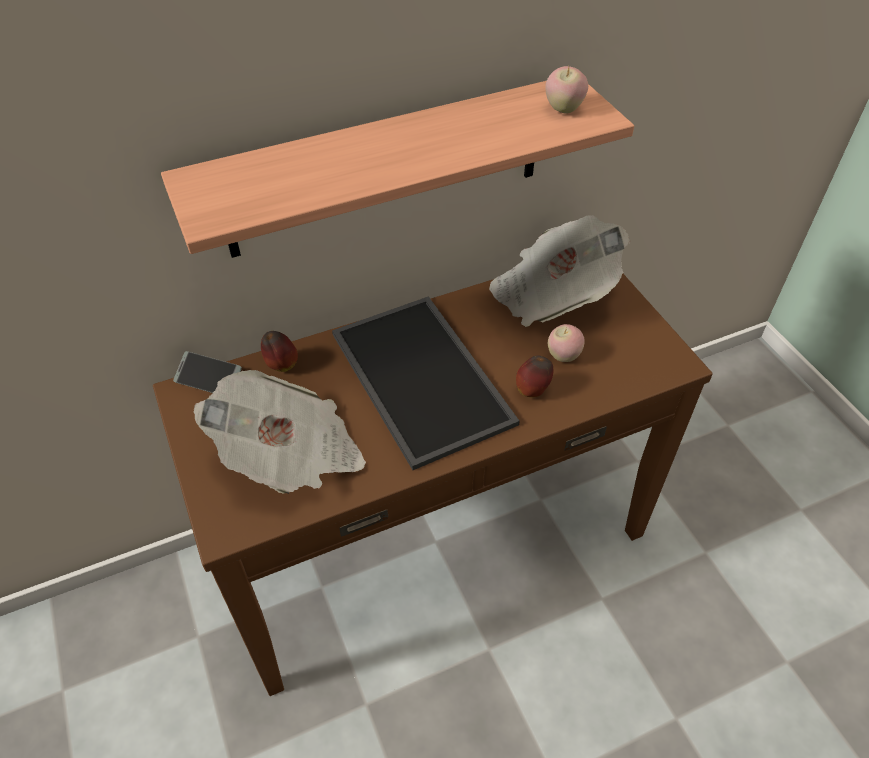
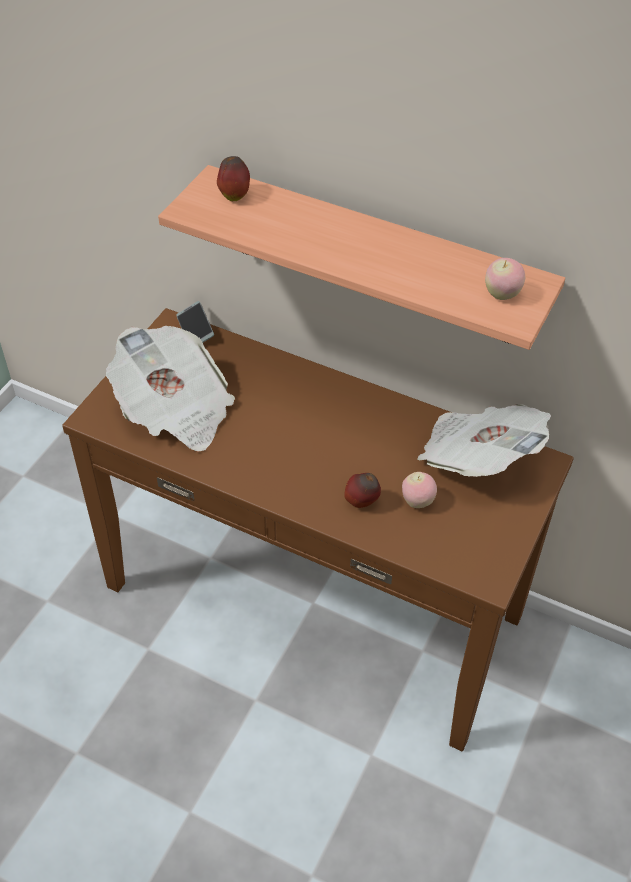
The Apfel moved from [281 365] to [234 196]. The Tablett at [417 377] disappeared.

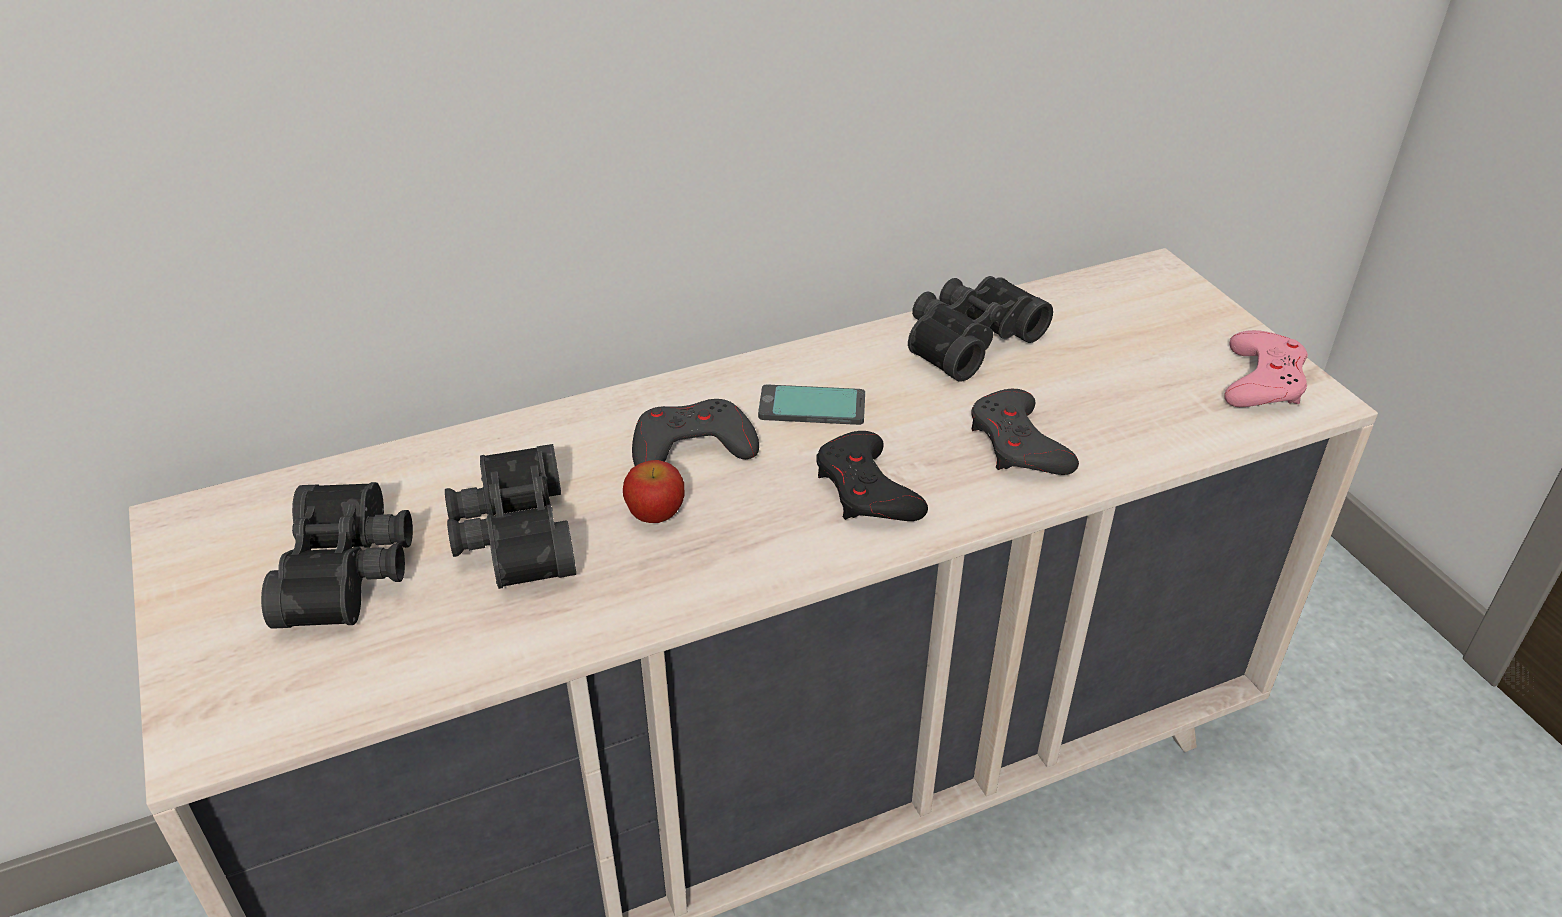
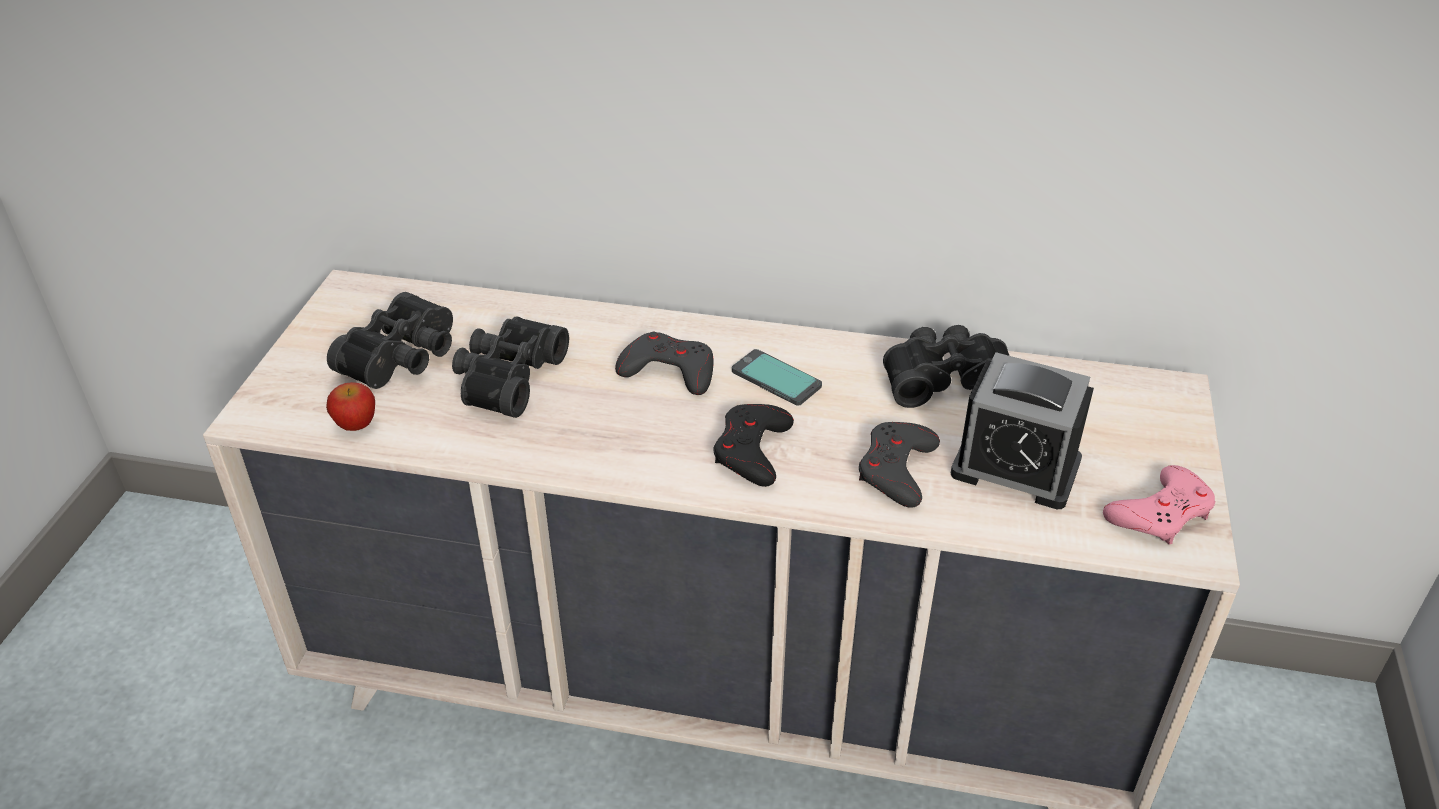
The Apfel moved from [656 514] to [356 424]. The Wecker at [1015 468] appeared.

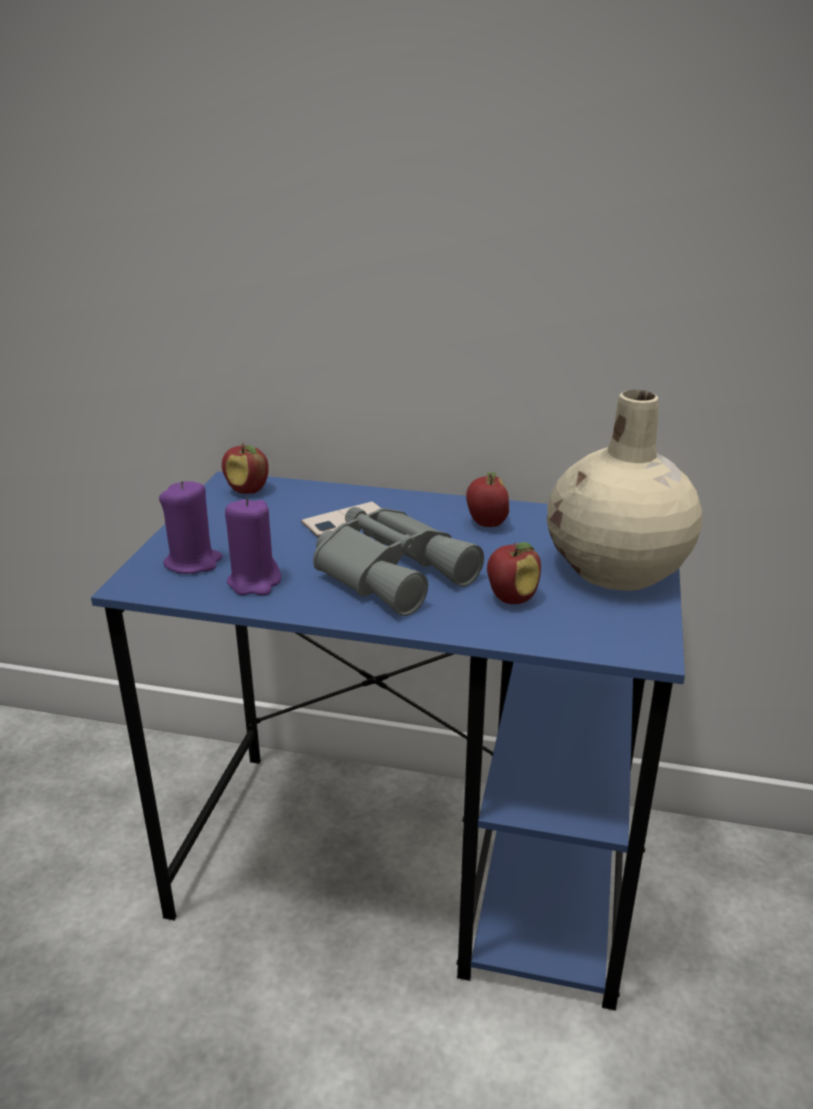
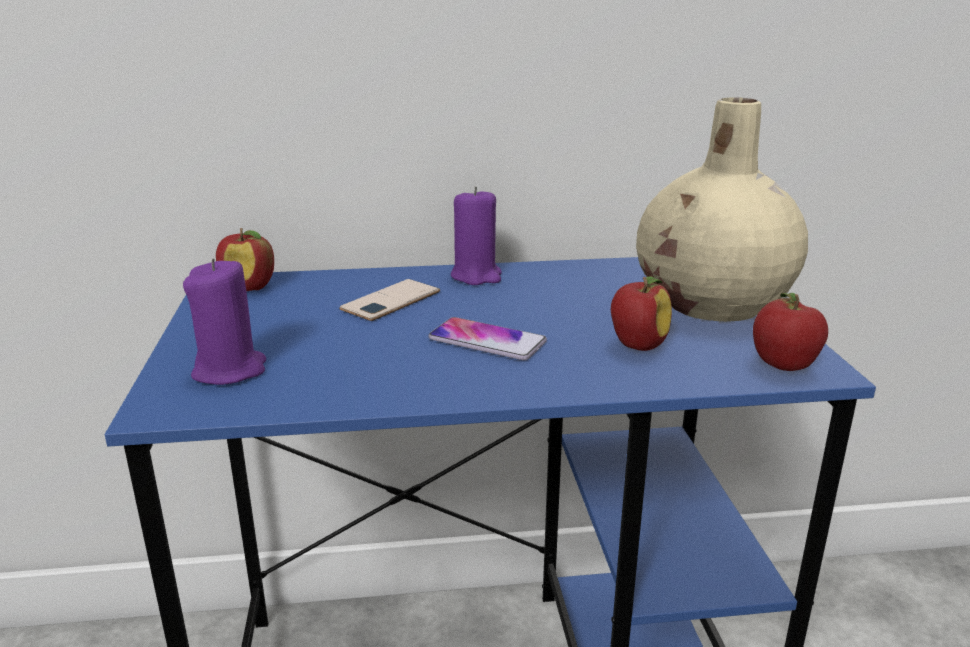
The Fernglas/grau at [394 571] was replaced by the Handy at [487 340]. The Kerze/lila moved from [254 582] to [476 276]. The Apfel moved from [486 524] to [782 367].

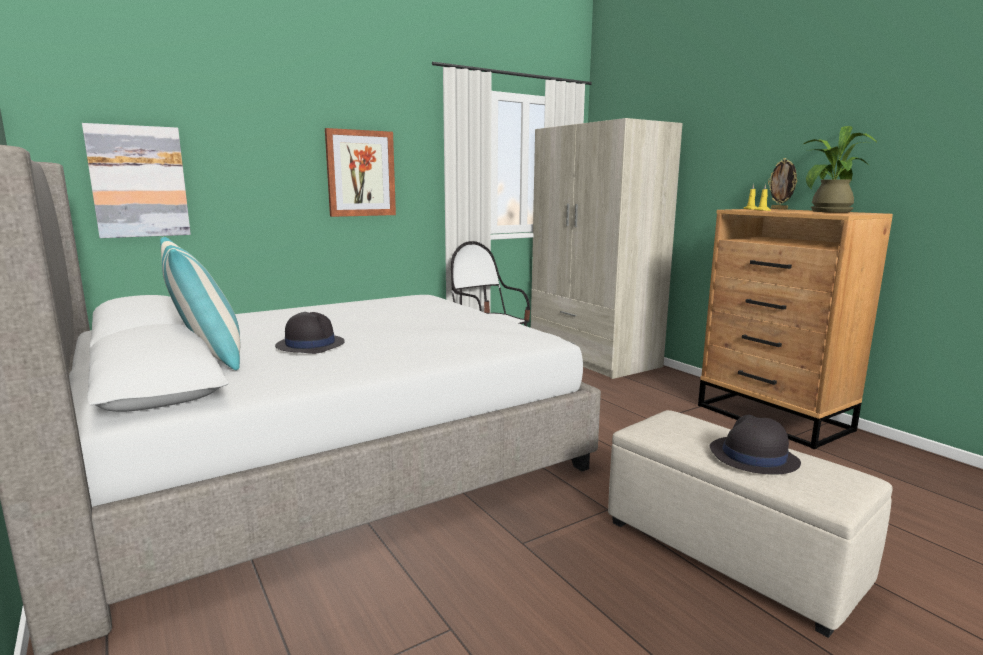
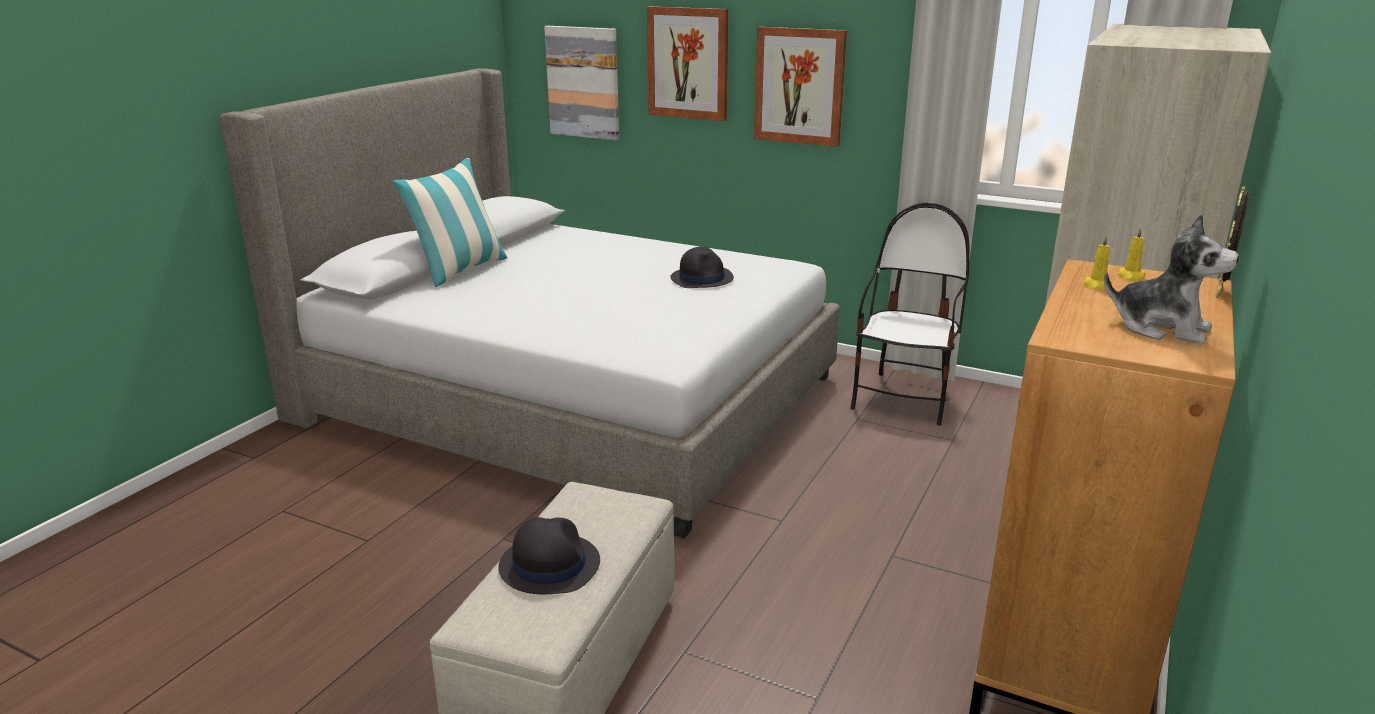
The Bild at [688 63] appeared. The Hut/schwarz moved from [310 344] to [702 278]. The Topfpflanze at [828 211] was replaced by the Plüschtier at [1161 328].

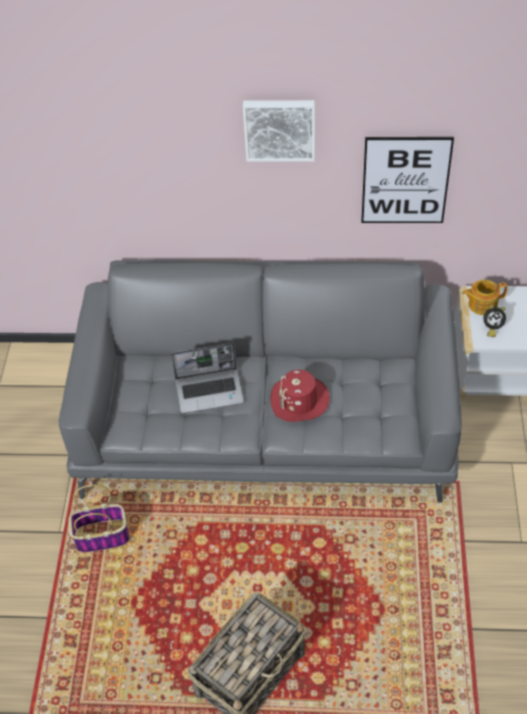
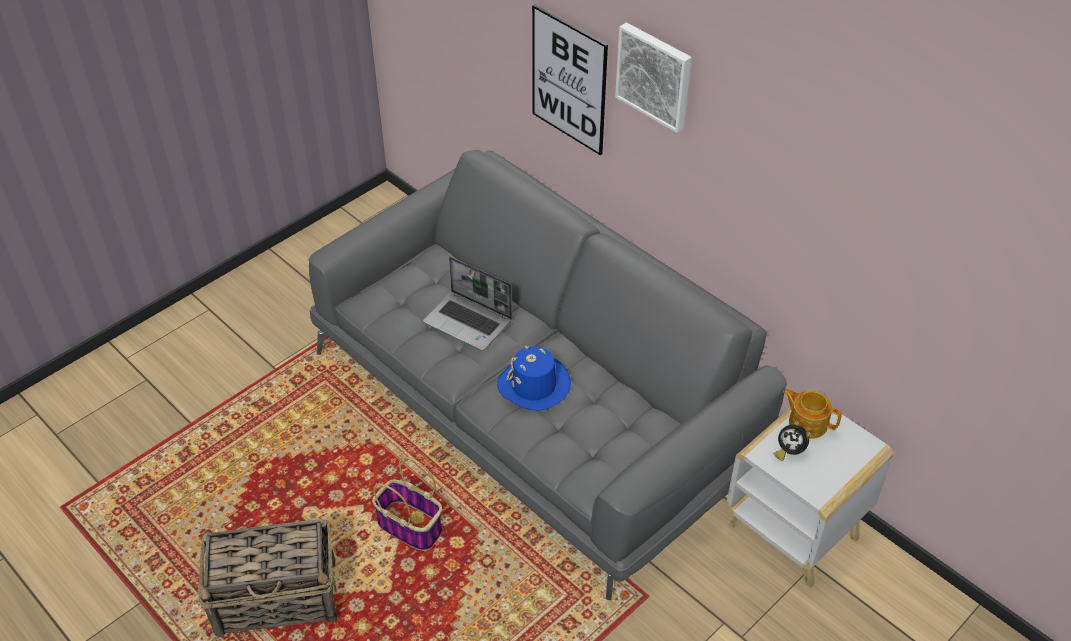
The Korb moved from [103 536] to [411 527]. The Hut/rot at [299 400] became the Hut/blau at [534 385]. The Bild moved from [405 180] to [569 80].

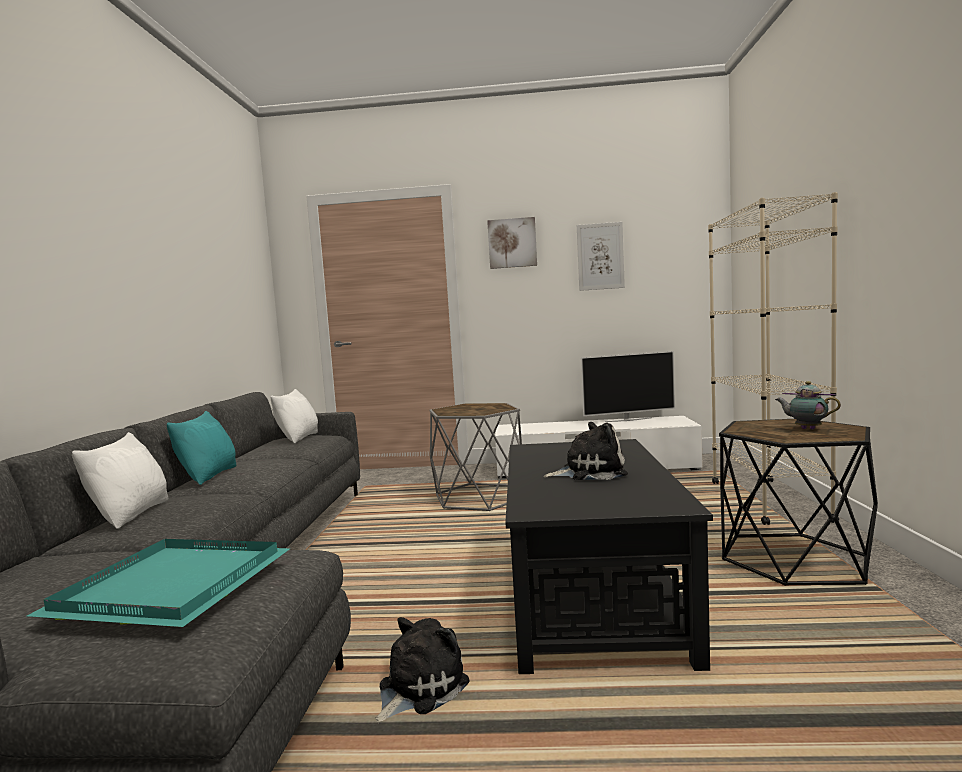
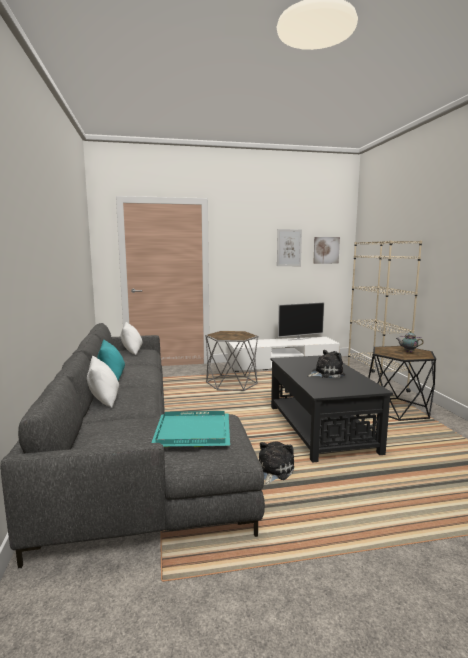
The Bild moved from [512 243] to [326 250].

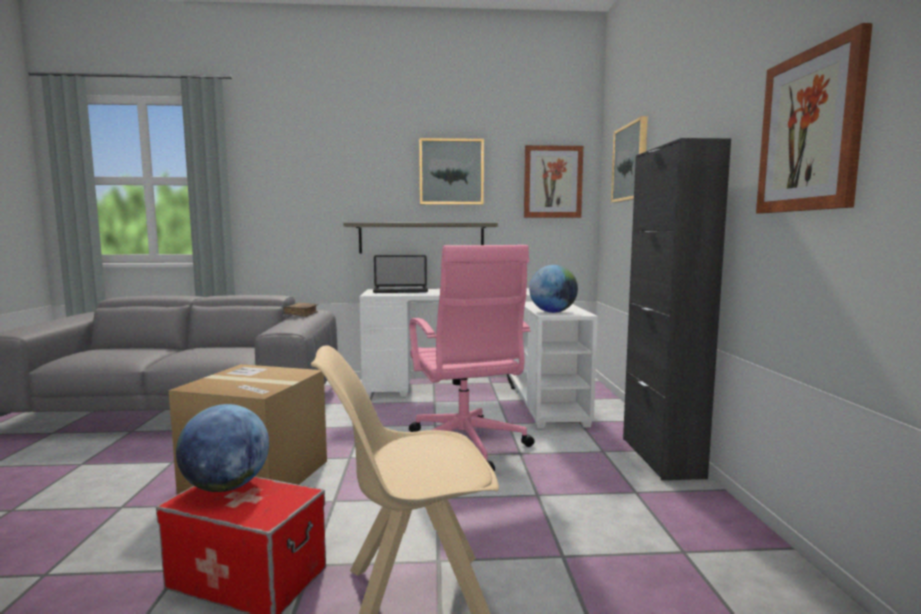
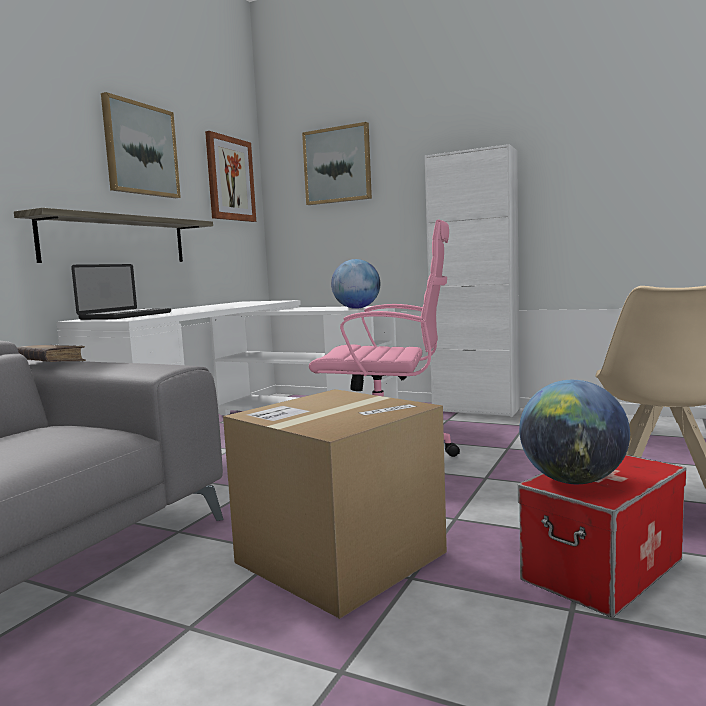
The Schrank/schwarz at [661 457] became the Schrank/weiß at [475 410]. The Bild at [810 131] disappeared.

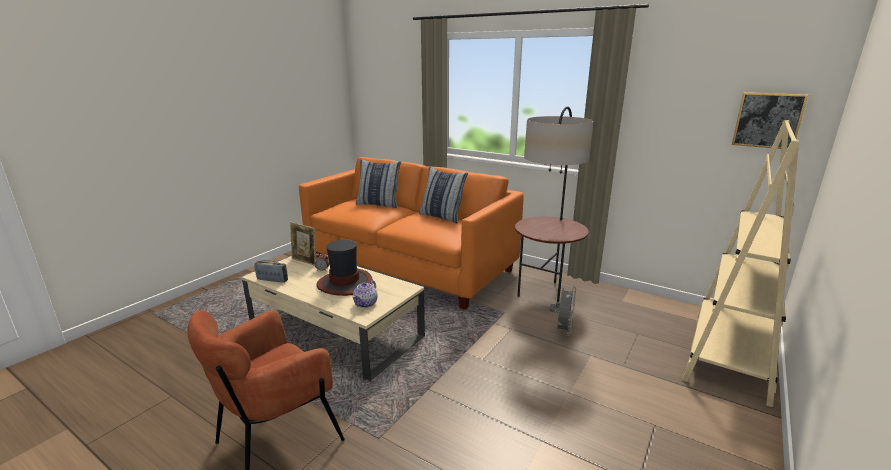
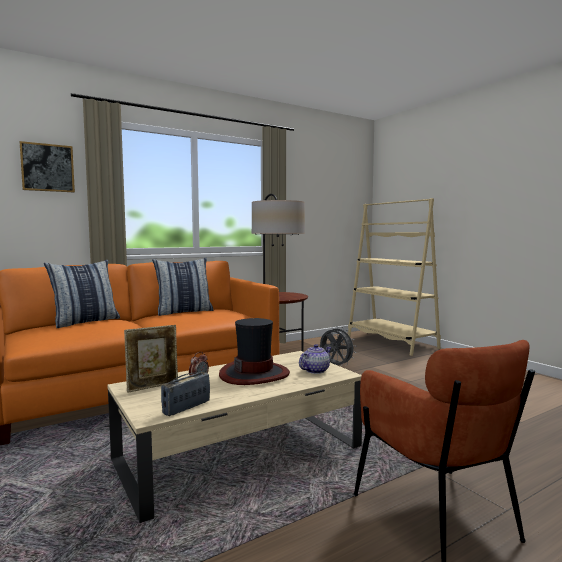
The Bild moved from [768 120] to [47 167]. The Teekanne at [366 303] turned 90 degrees counterclockwise.

